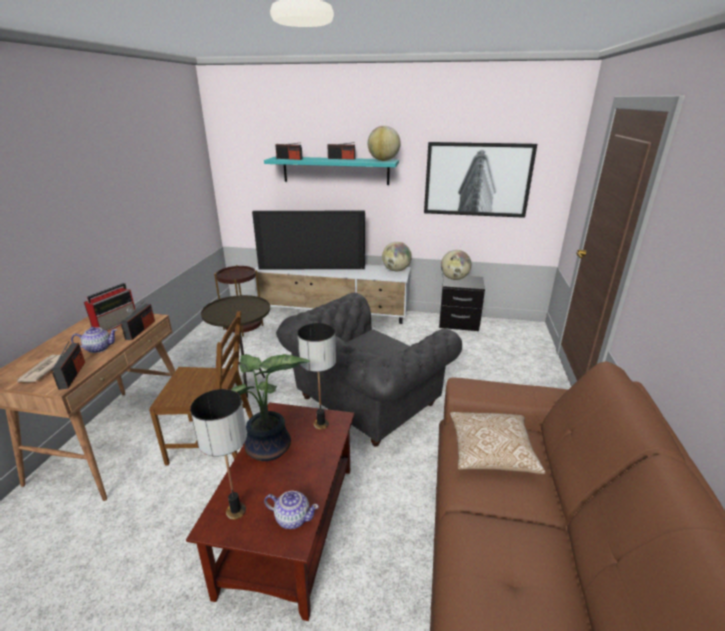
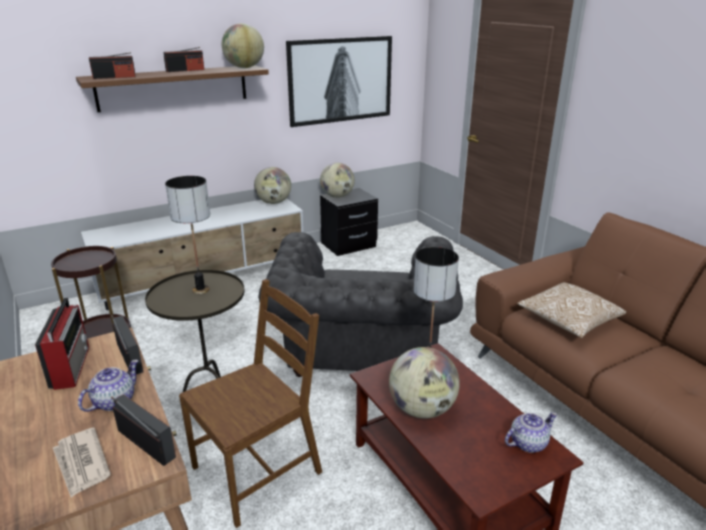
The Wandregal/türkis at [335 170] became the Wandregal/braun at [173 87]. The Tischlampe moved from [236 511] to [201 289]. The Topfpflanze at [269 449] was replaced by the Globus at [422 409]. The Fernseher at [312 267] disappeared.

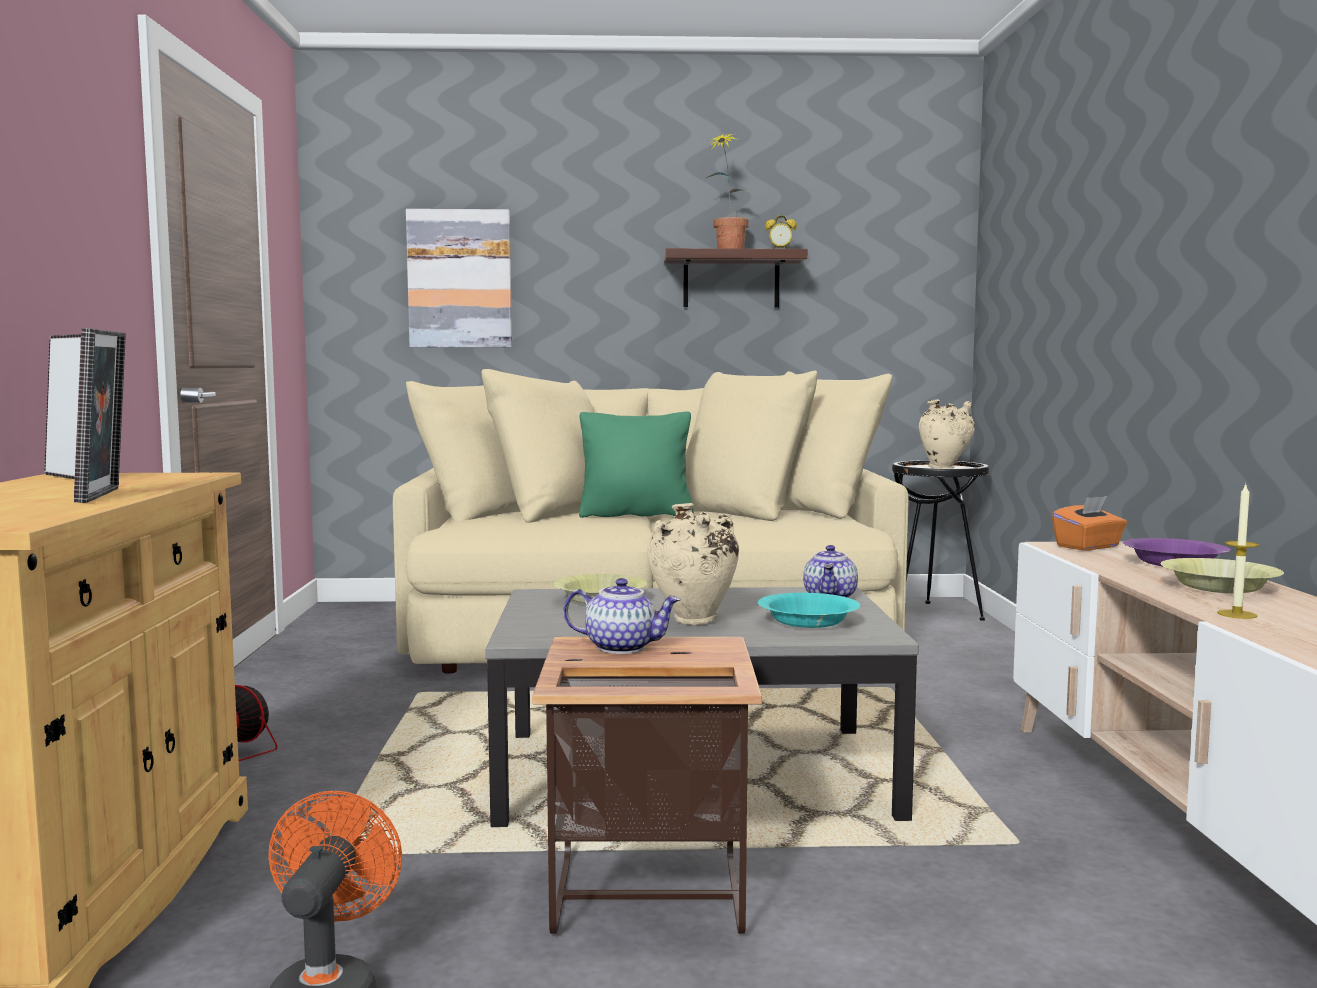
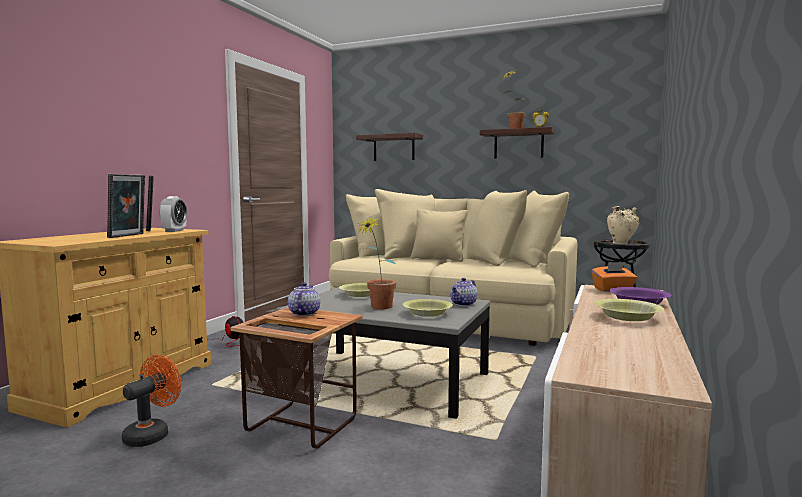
The Wecker at [174 231] appeared. The Teekanne at [622 647] turned 120 degrees counterclockwise. The Bild at [460 279] was replaced by the Wandregal at [394 148]. The Vase/beige at [693 622] was replaced by the Topfpflanze at [377 308]. The Schüssel/türkis at [808 622] became the Schüssel/gelb at [427 313]. The Kissen/grün at [636 515] became the Kissen/beige at [438 259]. The Kerze at [1237 614] disappeared.

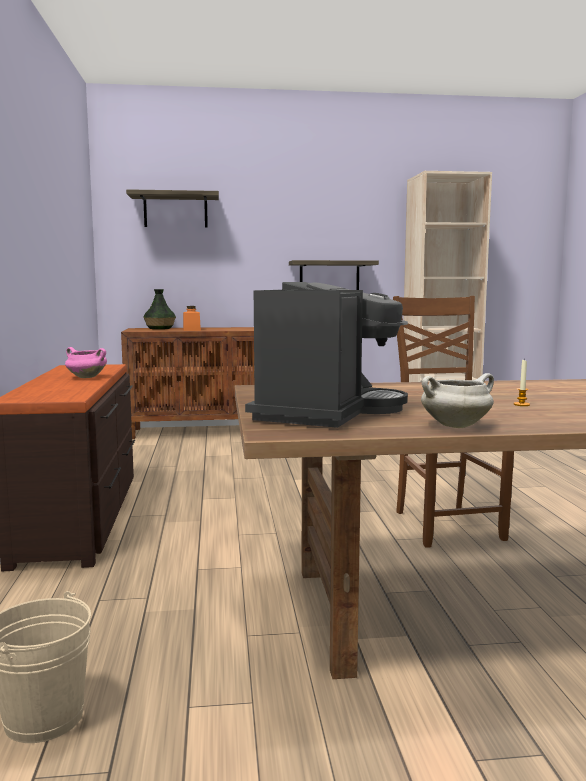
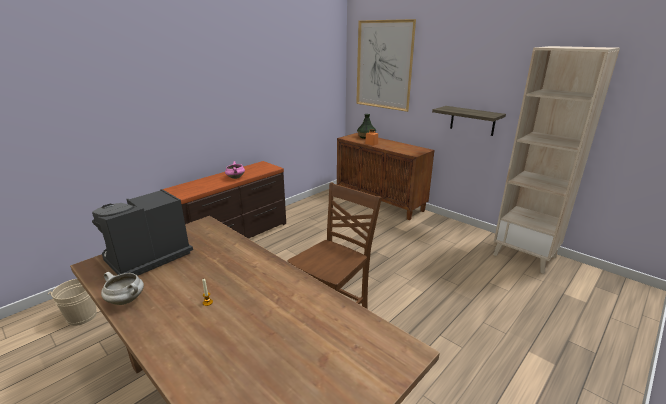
The Kaffeemaschine at [326 412] turned 150 degrees clockwise. The Wandregal at [175 211] was replaced by the Bild at [384 65].

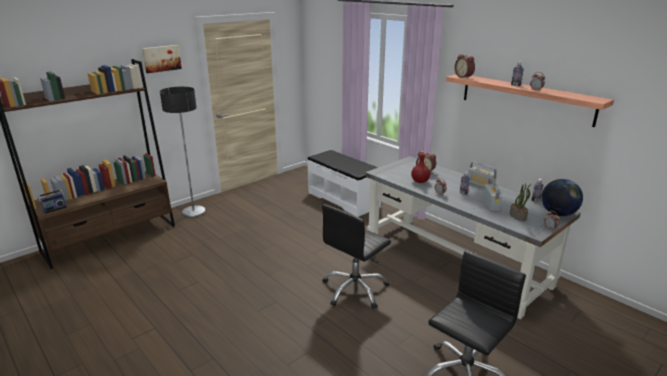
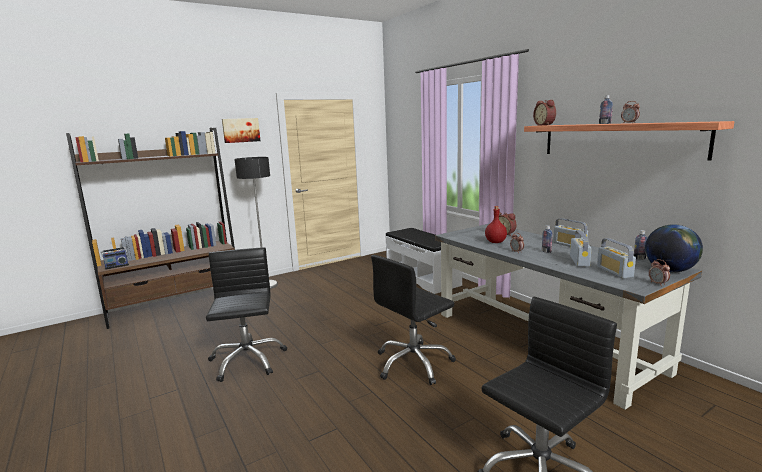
The Bürostuhl/schwarz at [247 360] appeared. The Topfpflanze at [518 216] was replaced by the Radio at [614 272].

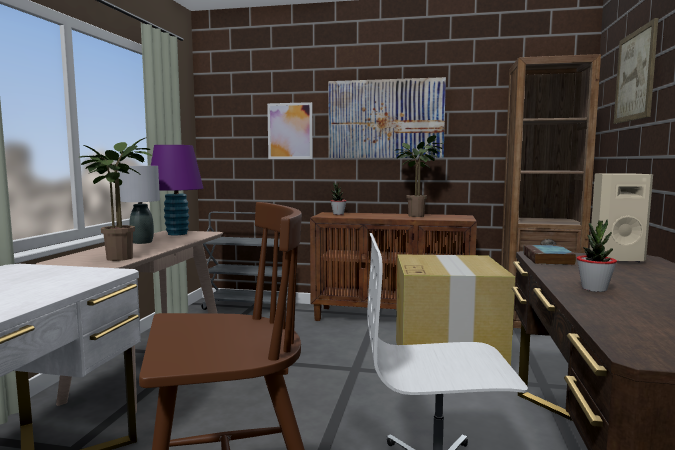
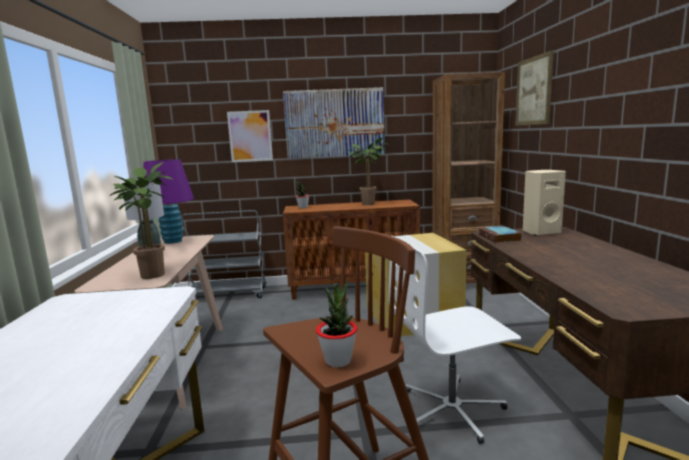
The Topfpflanze moved from [594 289] to [338 360].

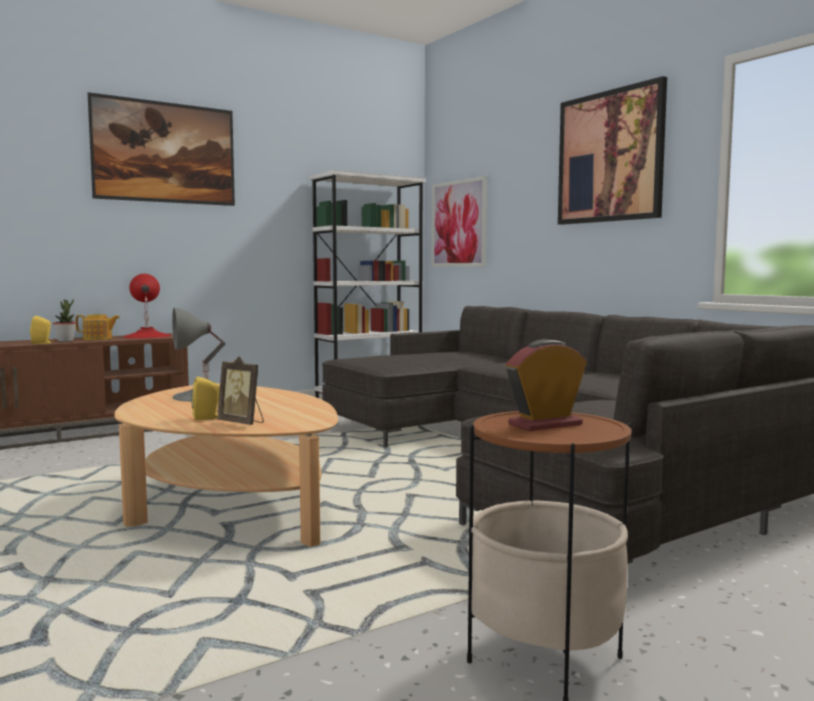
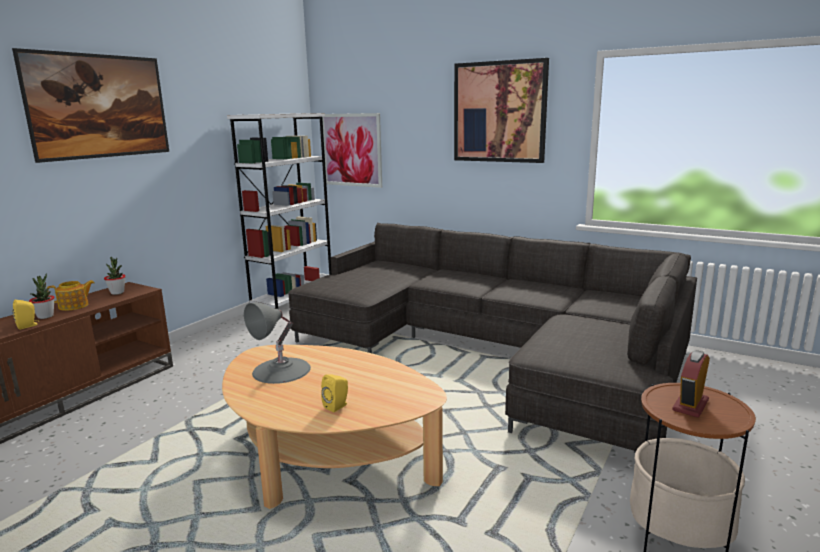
The Tischlampe/rot at [147 336] was replaced by the Topfpflanze at [117 292]. The Bilderrahmen at [242 423] disappeared.

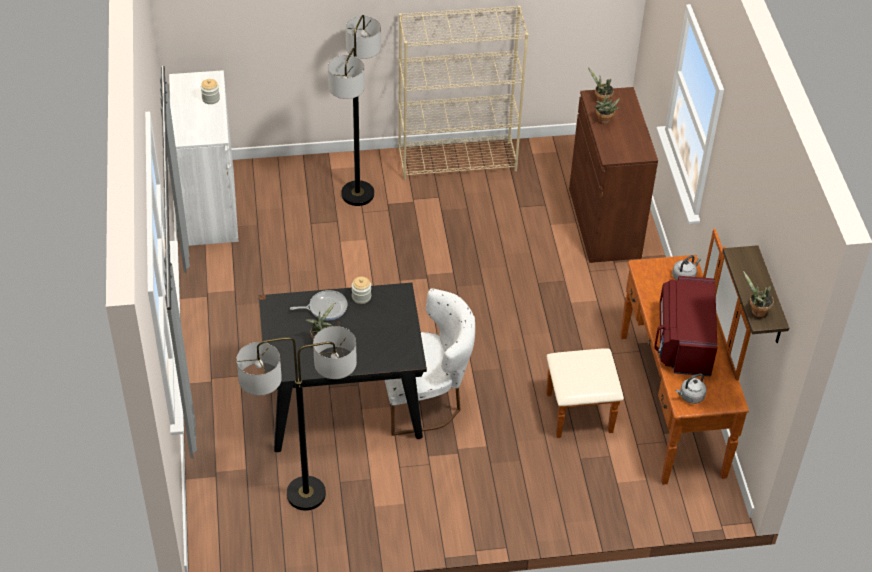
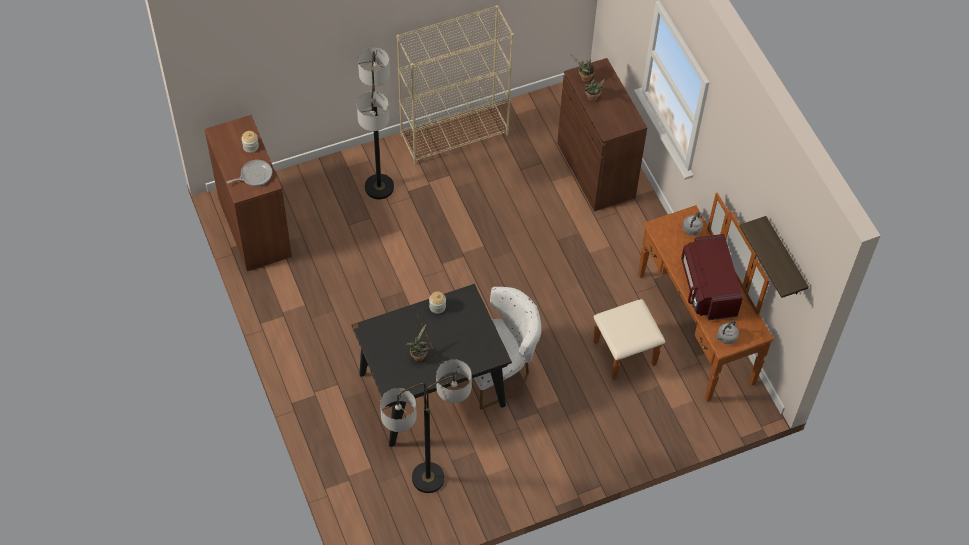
The Schrank/weiß at [209 206] became the Schrank/braun at [254 227]. The Pfanne moved from [325 307] to [254 175]. The Topfpflanze at [756 311] disappeared.

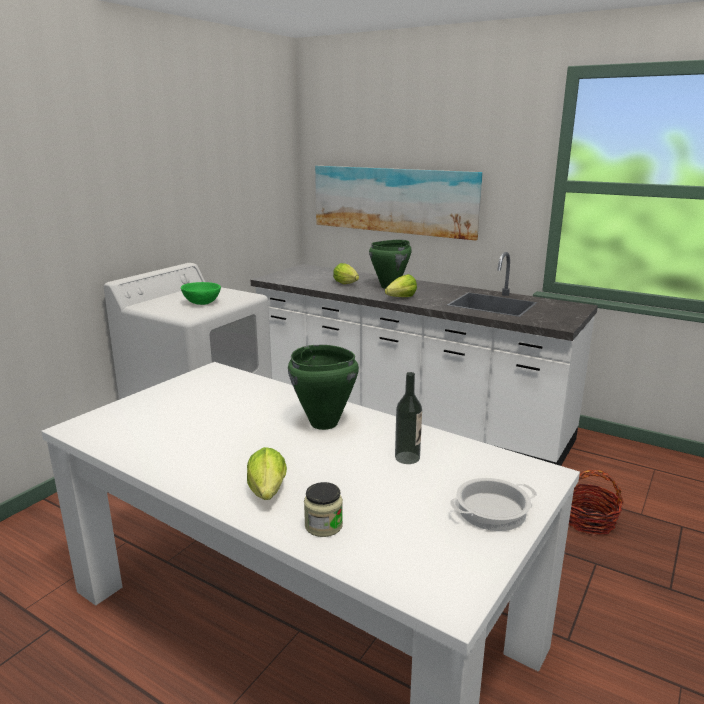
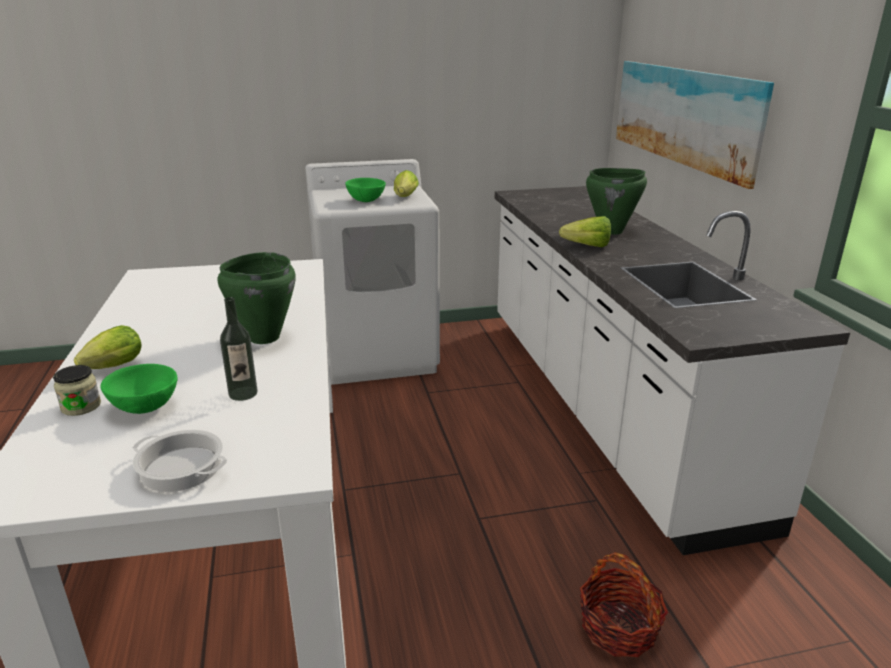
The Schüssel/grün at [146 406] appeared. The Salatkopf moved from [347 284] to [405 198].

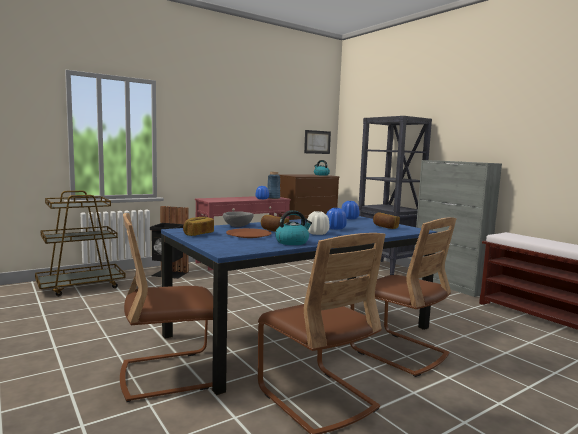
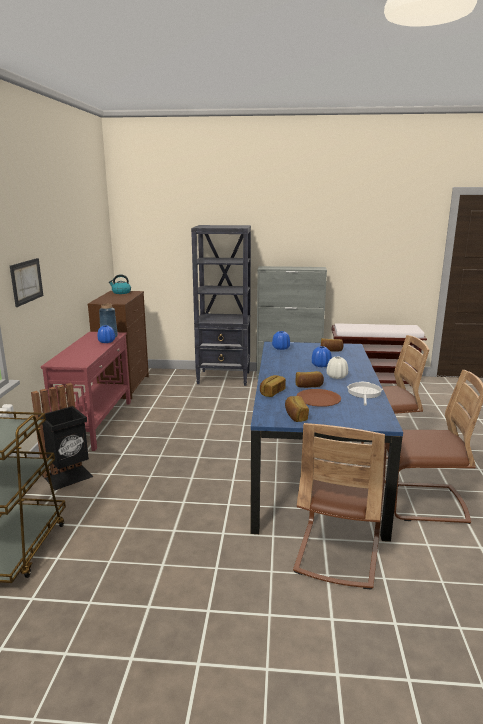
The Bild moved from [317 142] to [26 281]. The Schüssel/grau at [238 226] was replaced by the Brot at [271 392]. The Wasserkessel at [292 242] was replaced by the Pfanne at [364 393].

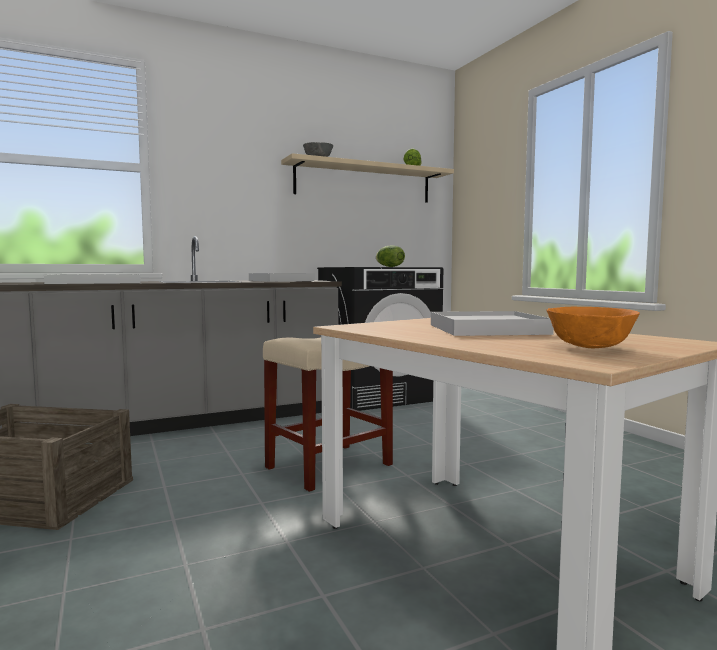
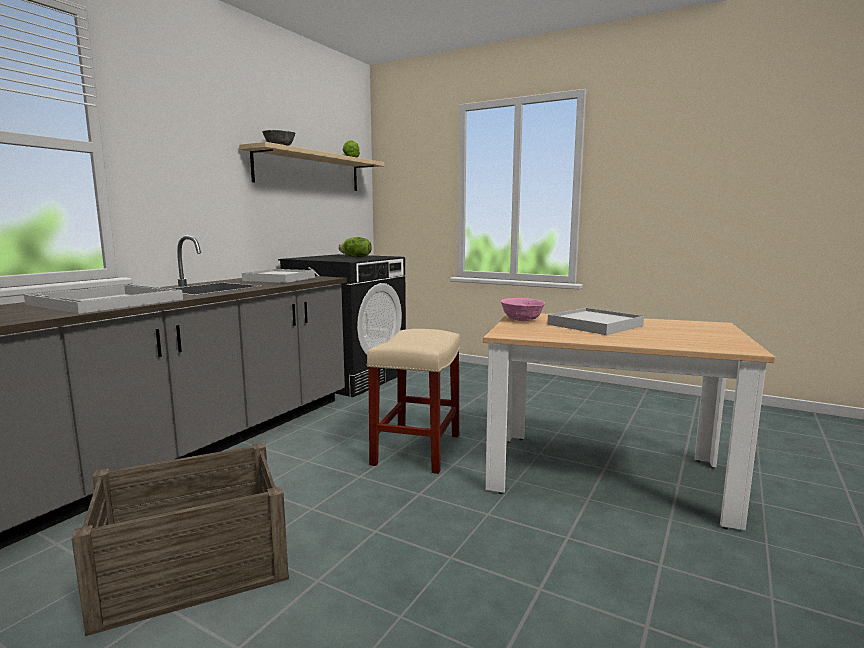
The Schüssel/rosa at [522 320] appeared. The Schüssel/orange at [590 347] disappeared.

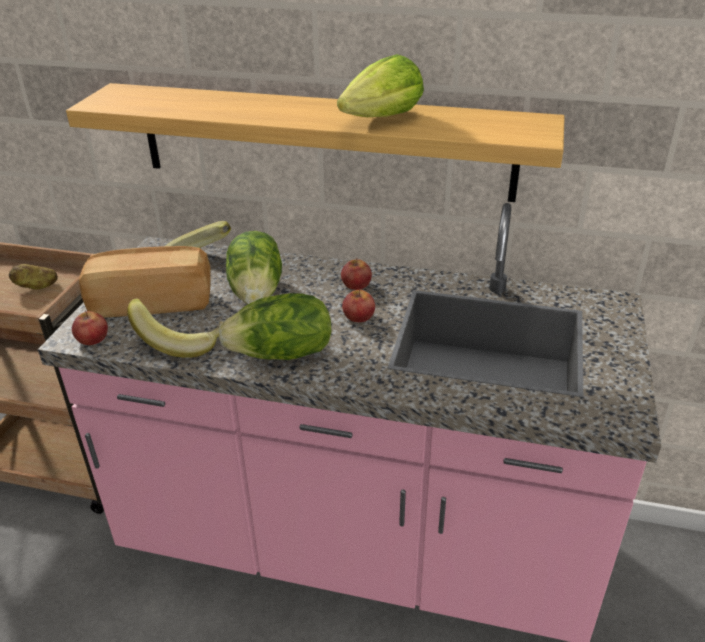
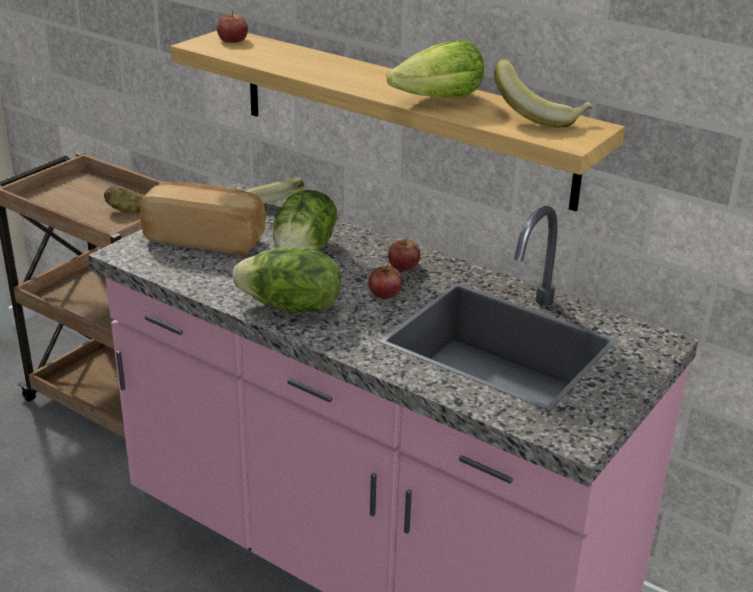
The Apfel moved from [92 338] to [232 39]. The Banane moved from [182 342] to [540 116].

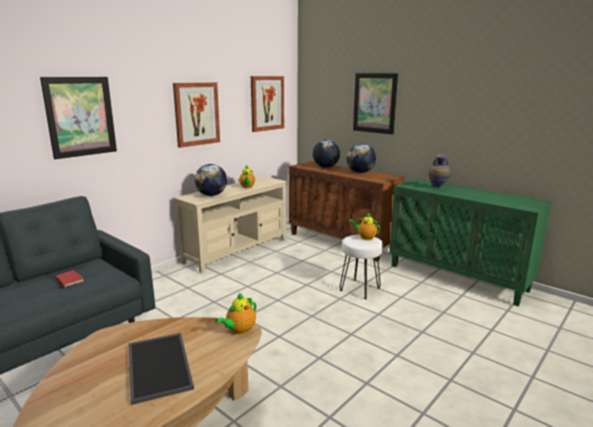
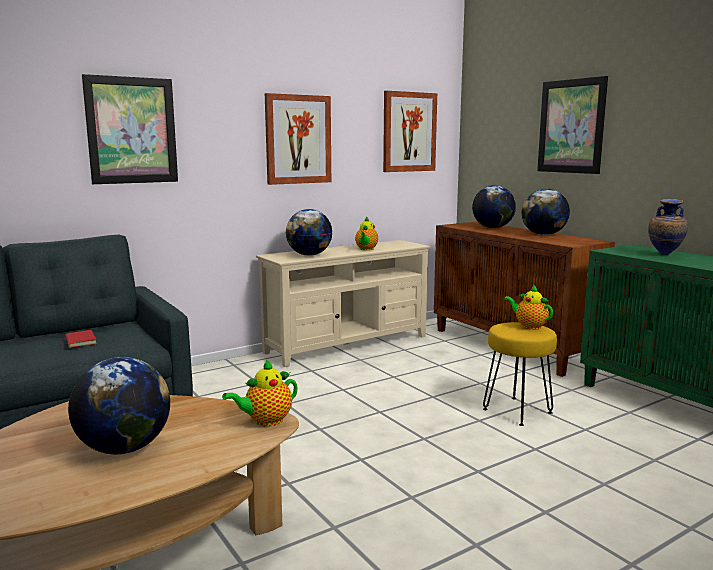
The Tablett at [157 365] was replaced by the Globus at [124 448]. The Hocker/weiß at [360 289] became the Hocker/gelb at [518 411].

